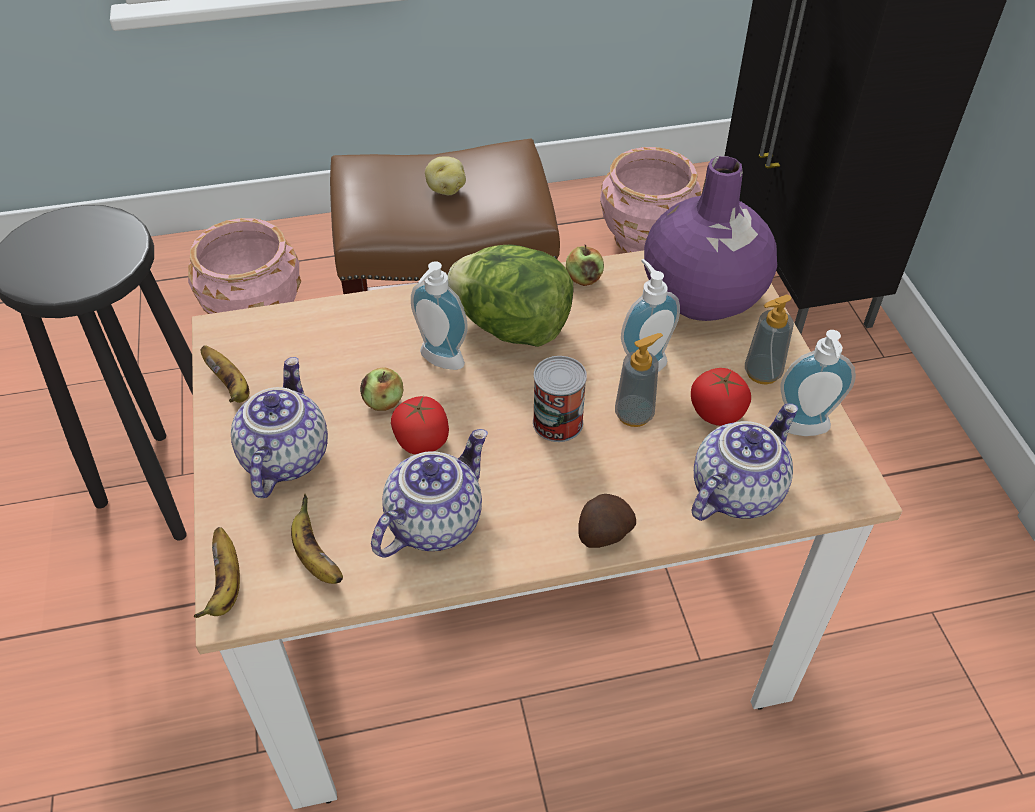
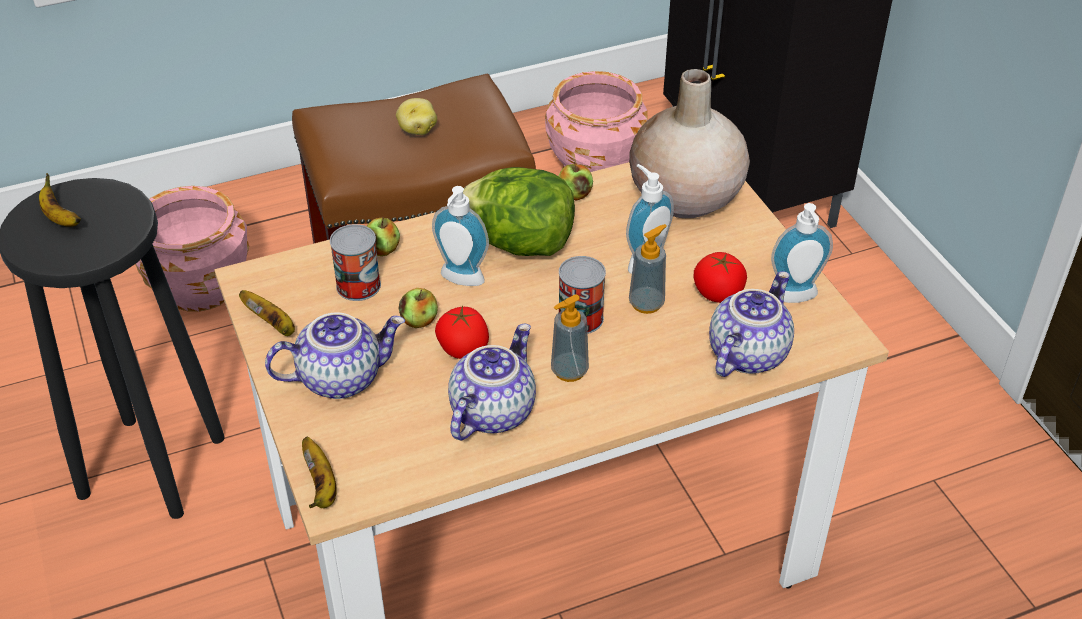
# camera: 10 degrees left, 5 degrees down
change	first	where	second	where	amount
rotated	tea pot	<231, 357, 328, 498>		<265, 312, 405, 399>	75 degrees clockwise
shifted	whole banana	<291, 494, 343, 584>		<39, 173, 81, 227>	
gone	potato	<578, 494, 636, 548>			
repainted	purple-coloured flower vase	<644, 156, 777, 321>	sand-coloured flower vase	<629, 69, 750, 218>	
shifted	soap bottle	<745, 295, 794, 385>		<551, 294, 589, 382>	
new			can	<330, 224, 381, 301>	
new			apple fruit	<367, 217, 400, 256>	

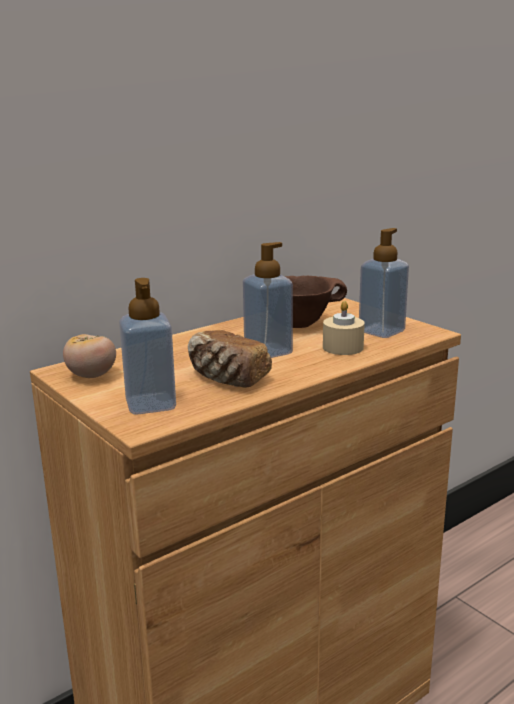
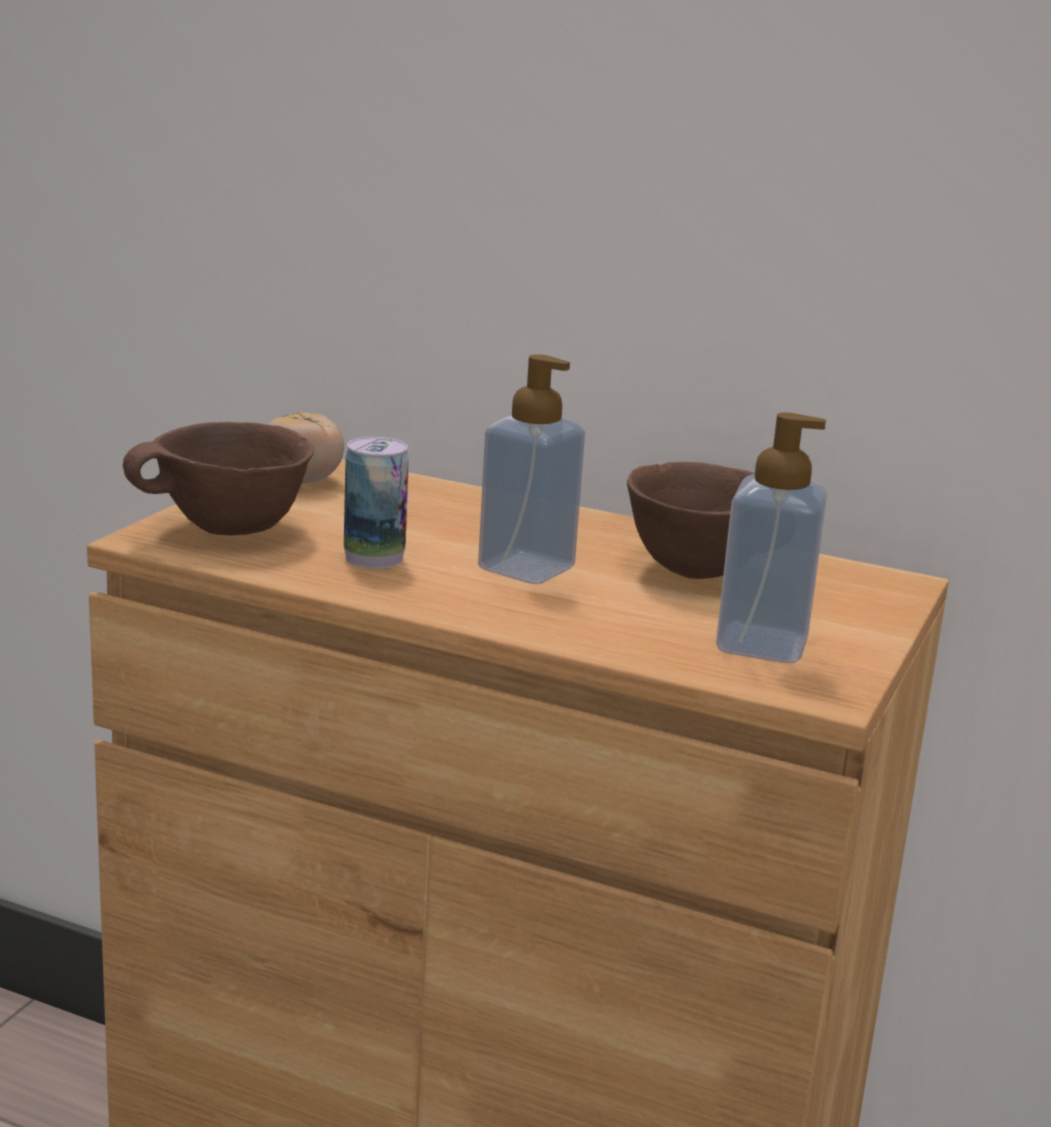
# camera: 60 degrees right, 0 degrees up
change	first	where	second	where	amount
swapped	soap bottle	<119, 278, 176, 415>	brown bowl	<123, 422, 314, 536>	
swapped	bakery bread	<188, 330, 272, 388>	can	<344, 437, 409, 569>	
gone	sand-coloured wax light	<323, 301, 365, 355>			

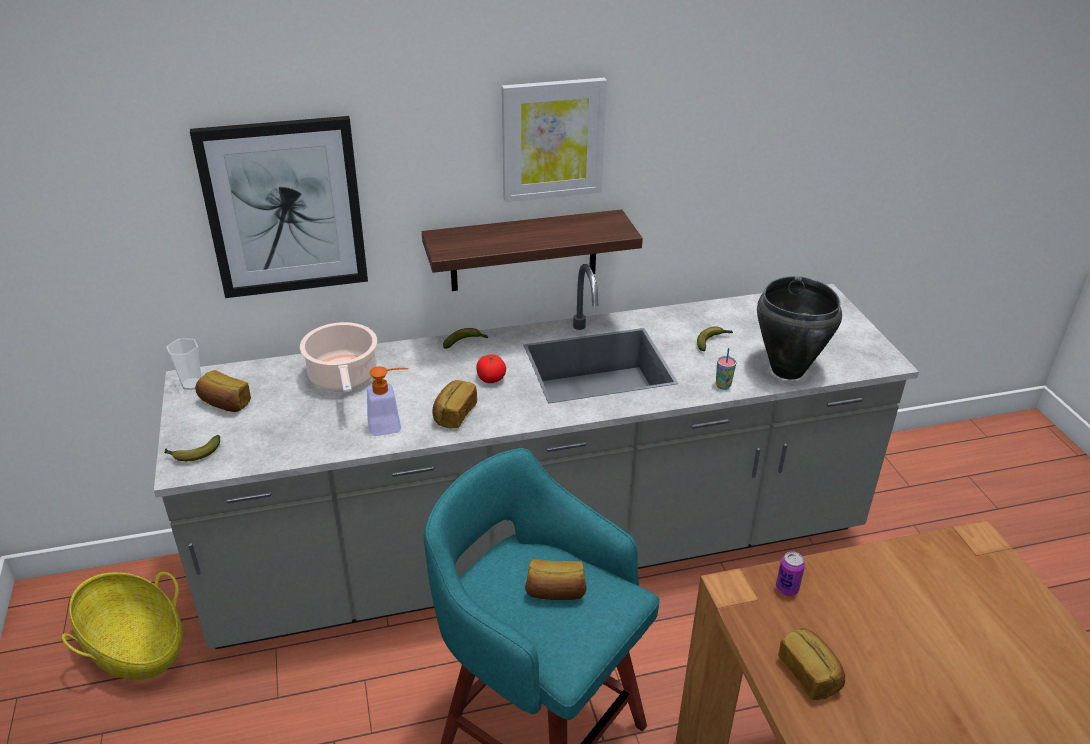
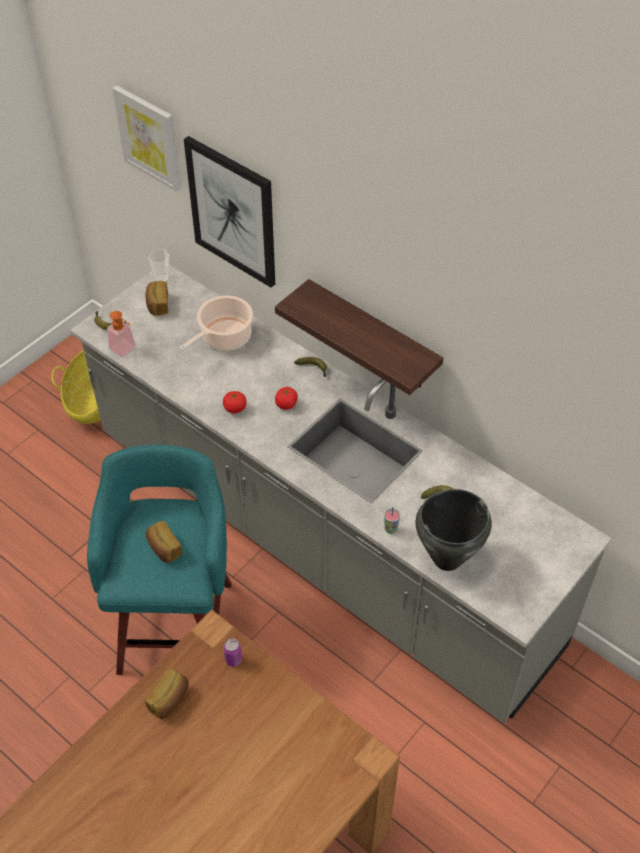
# camera: 55 degrees right, 15 degrees up
change	first	where	second	where	amount
shifted	soap bottle	<367, 366, 409, 436>		<107, 311, 136, 357>	
swapped	bakery bread	<432, 380, 477, 428>	fresh tomato	<223, 391, 246, 413>	
shifted	wall picture	<502, 78, 607, 202>		<112, 86, 181, 192>	

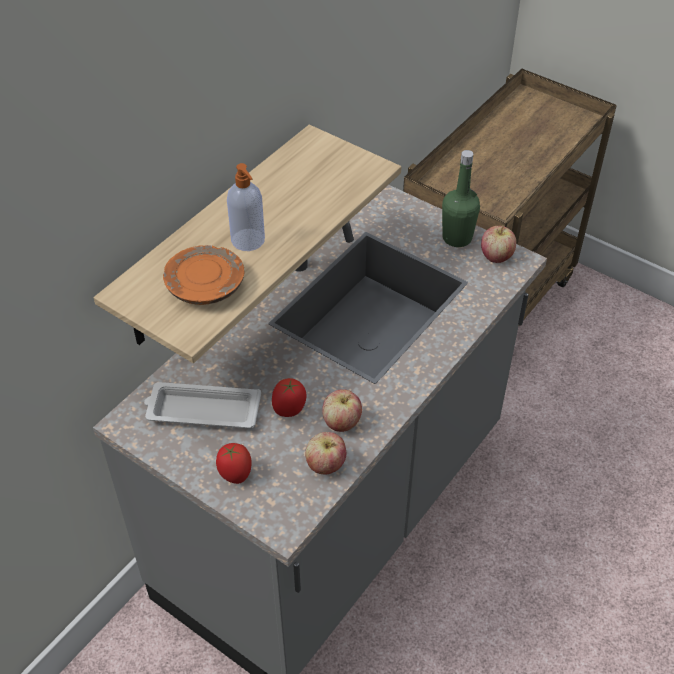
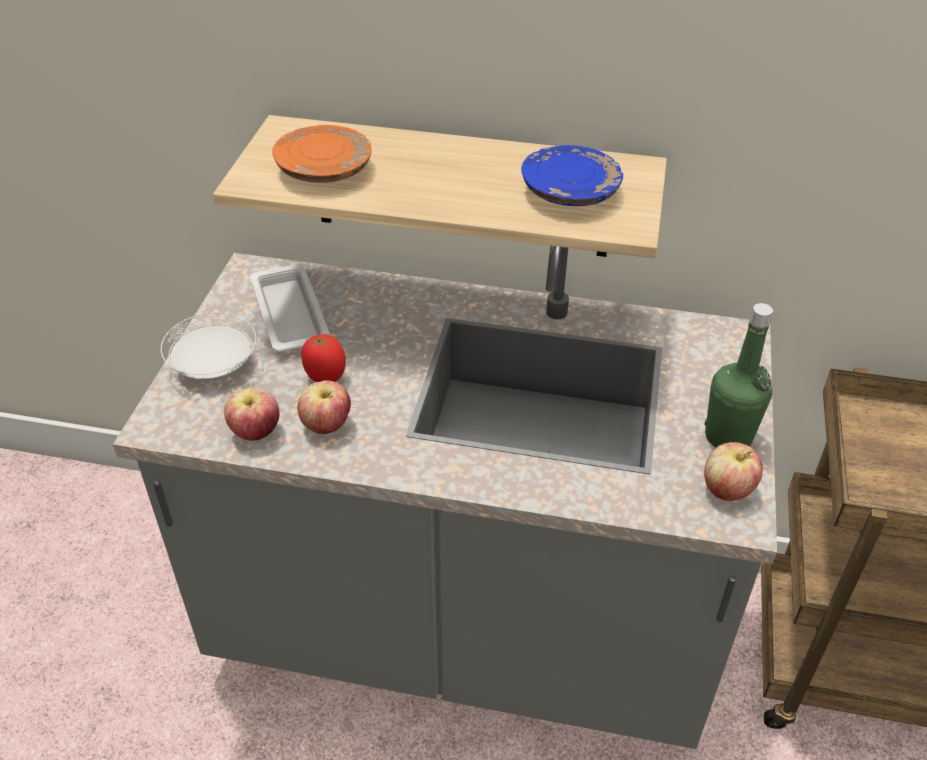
# camera: 65 degrees right, 5 degrees down
change	first	where	second	where	amount
swapped	fresh tomato	<216, 443, 252, 484>	white dinner plate	<161, 313, 256, 379>	
gone	soap bottle	<227, 163, 265, 251>			
new			blue-coloured dinner plate	<521, 145, 623, 206>	

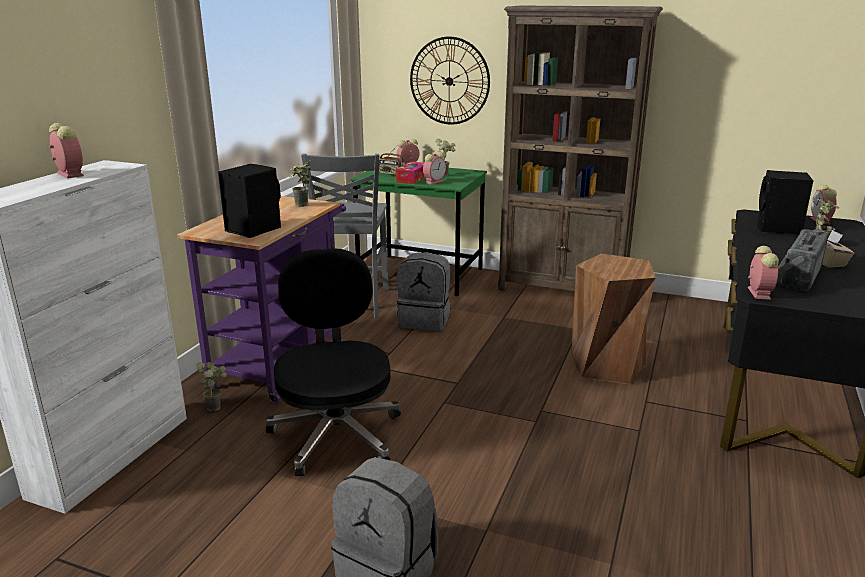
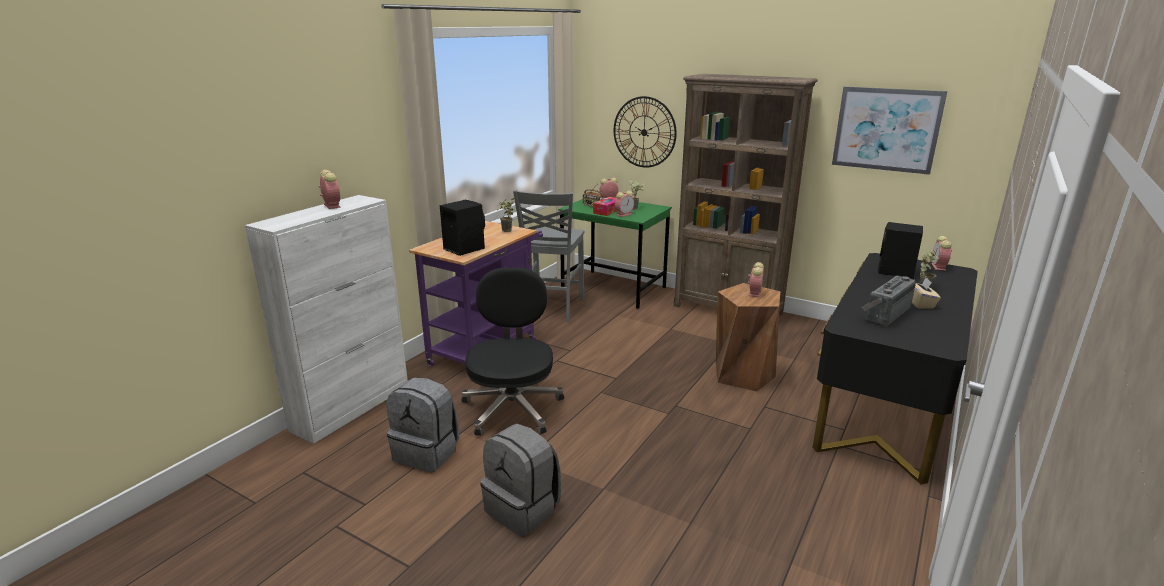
# camera: 10 degrees right, 0 degrees up
change	first	where	second	where	amount
gone	plant in a pot	<196, 362, 227, 412>			
shifted	greyish knapsack	<397, 252, 450, 332>		<387, 377, 459, 473>	
shifted	bedside clock	<748, 246, 779, 300>		<748, 262, 764, 297>	
new			wall picture	<832, 87, 947, 175>	

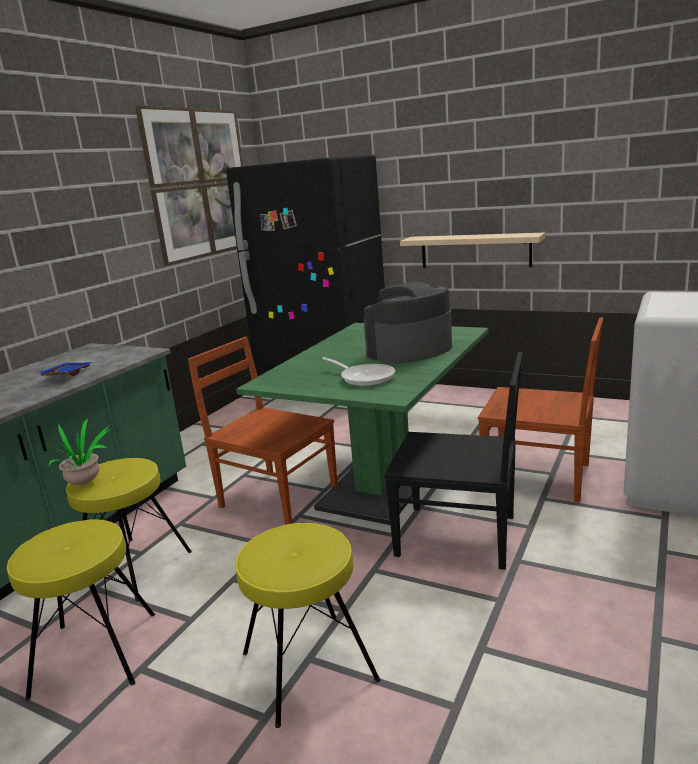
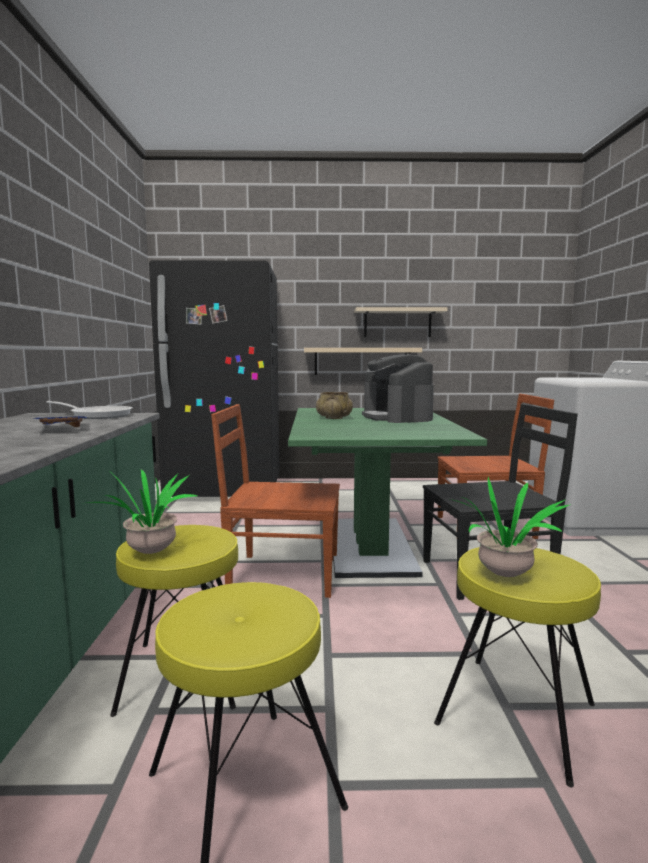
# camera: 30 degrees left, 10 degrees down
change	first	where	second	where	amount
gone	wall picture	<135, 105, 243, 266>			
shifted	pan	<322, 357, 395, 386>		<46, 401, 132, 419>	
rotated	coffee brewer	<364, 282, 452, 364>		<362, 354, 434, 423>	45 degrees counterclockwise
new			sand-coloured bowl	<316, 392, 353, 419>	
new			sand-coloured shelf	<354, 307, 448, 337>	
new			plant in a pot	<450, 477, 571, 577>	

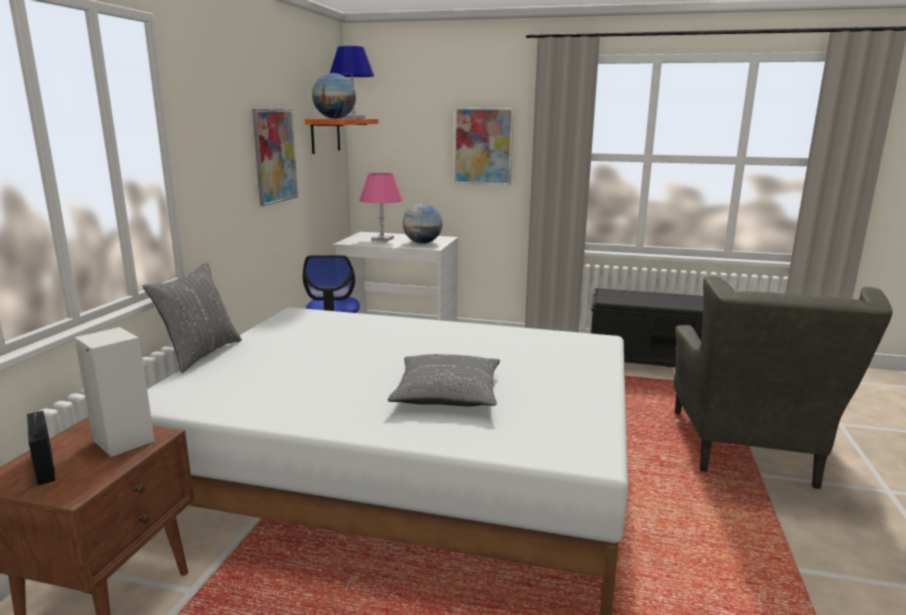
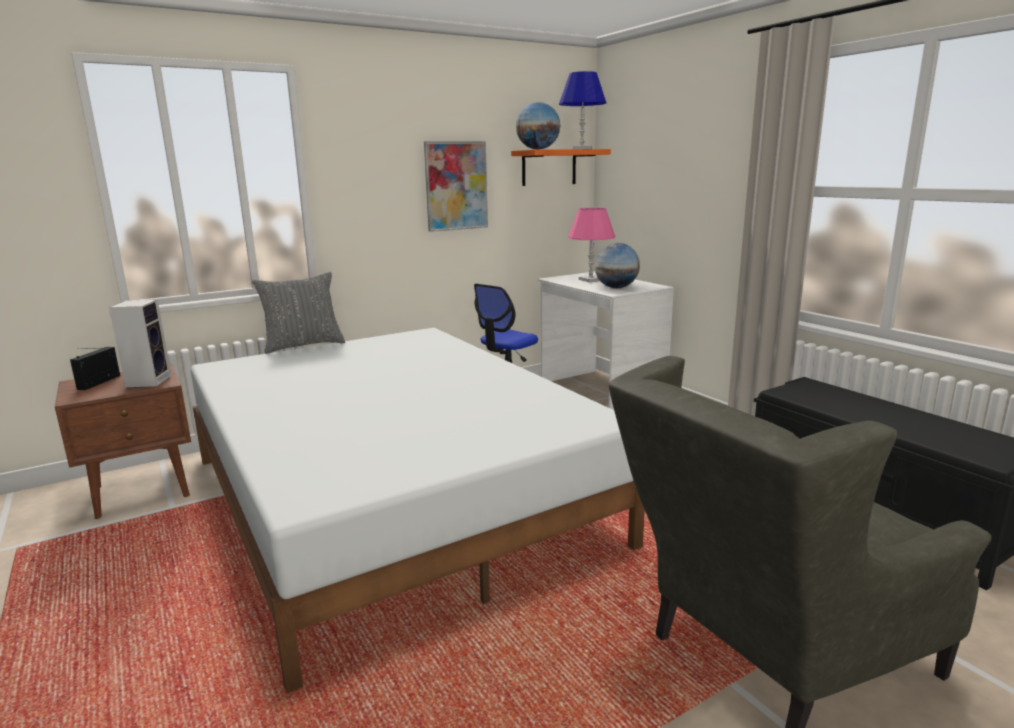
# camera: 45 degrees right, 0 degrees up
change	first	where	second	where	amount
gone	greyish throw pillow	<388, 354, 500, 407>			
gone	wall picture	<454, 107, 514, 185>			

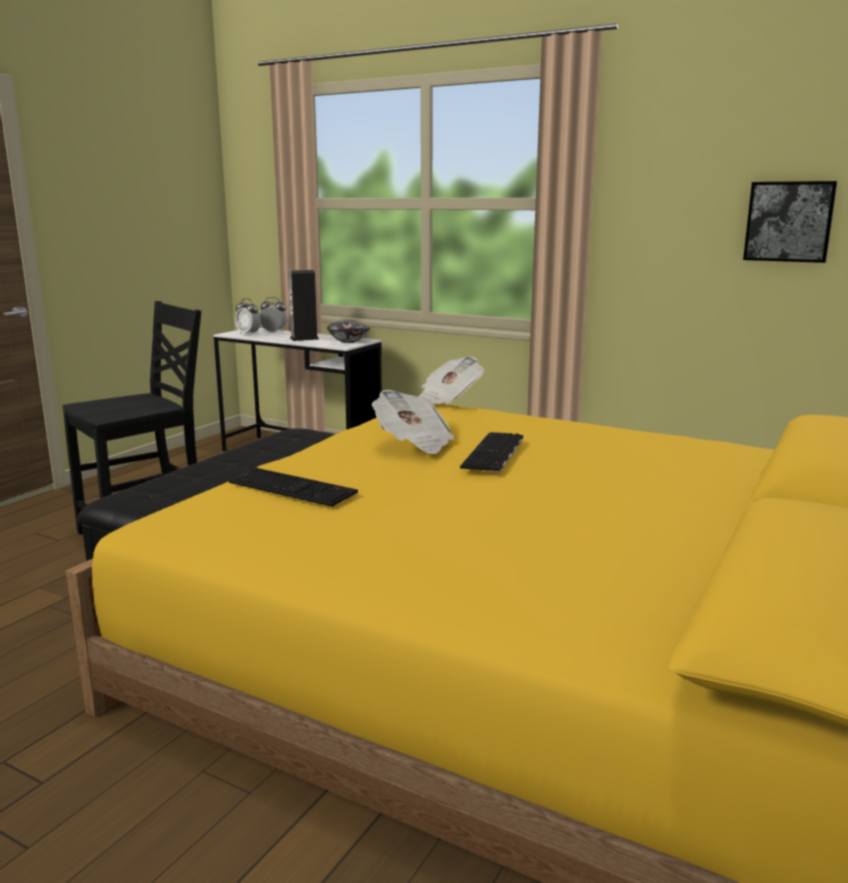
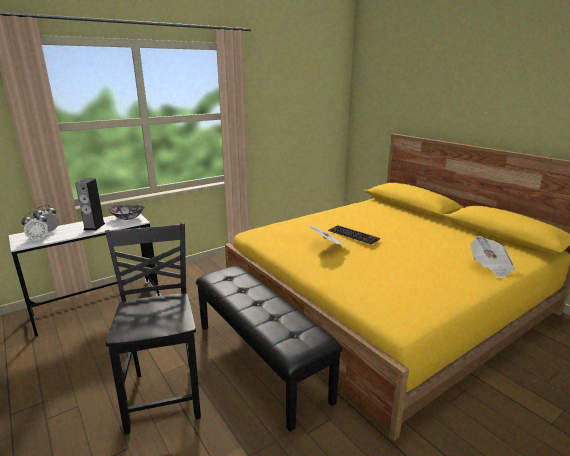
# camera: 65 degrees left, 5 degrees up
change	first	where	second	where	amount
gone	keyboard	<229, 468, 358, 507>			
shifted	printed paper	<418, 356, 484, 404>		<470, 236, 515, 278>	
gone	wall picture	<743, 181, 837, 263>			

